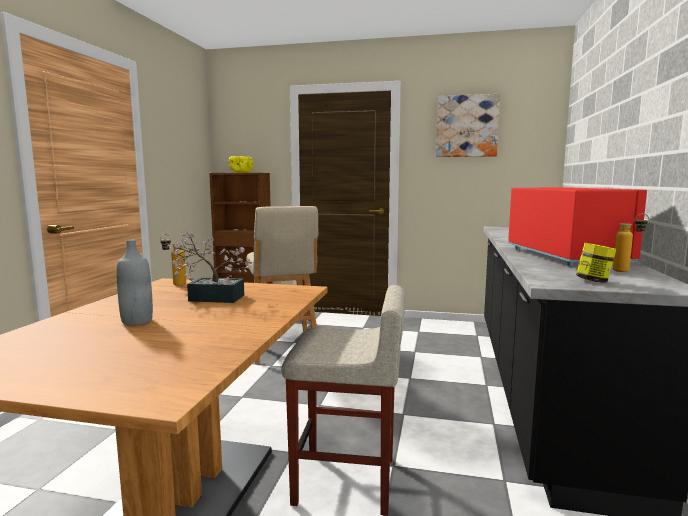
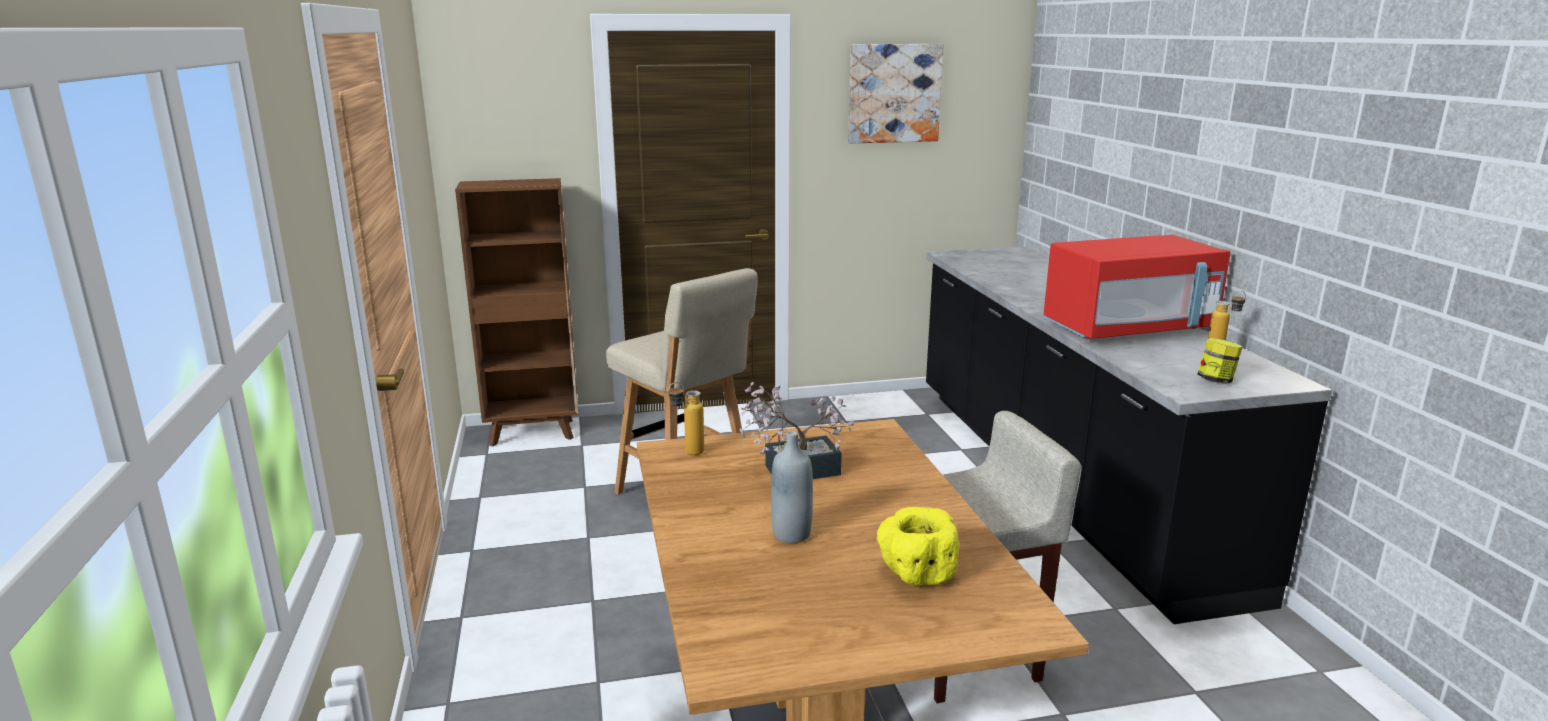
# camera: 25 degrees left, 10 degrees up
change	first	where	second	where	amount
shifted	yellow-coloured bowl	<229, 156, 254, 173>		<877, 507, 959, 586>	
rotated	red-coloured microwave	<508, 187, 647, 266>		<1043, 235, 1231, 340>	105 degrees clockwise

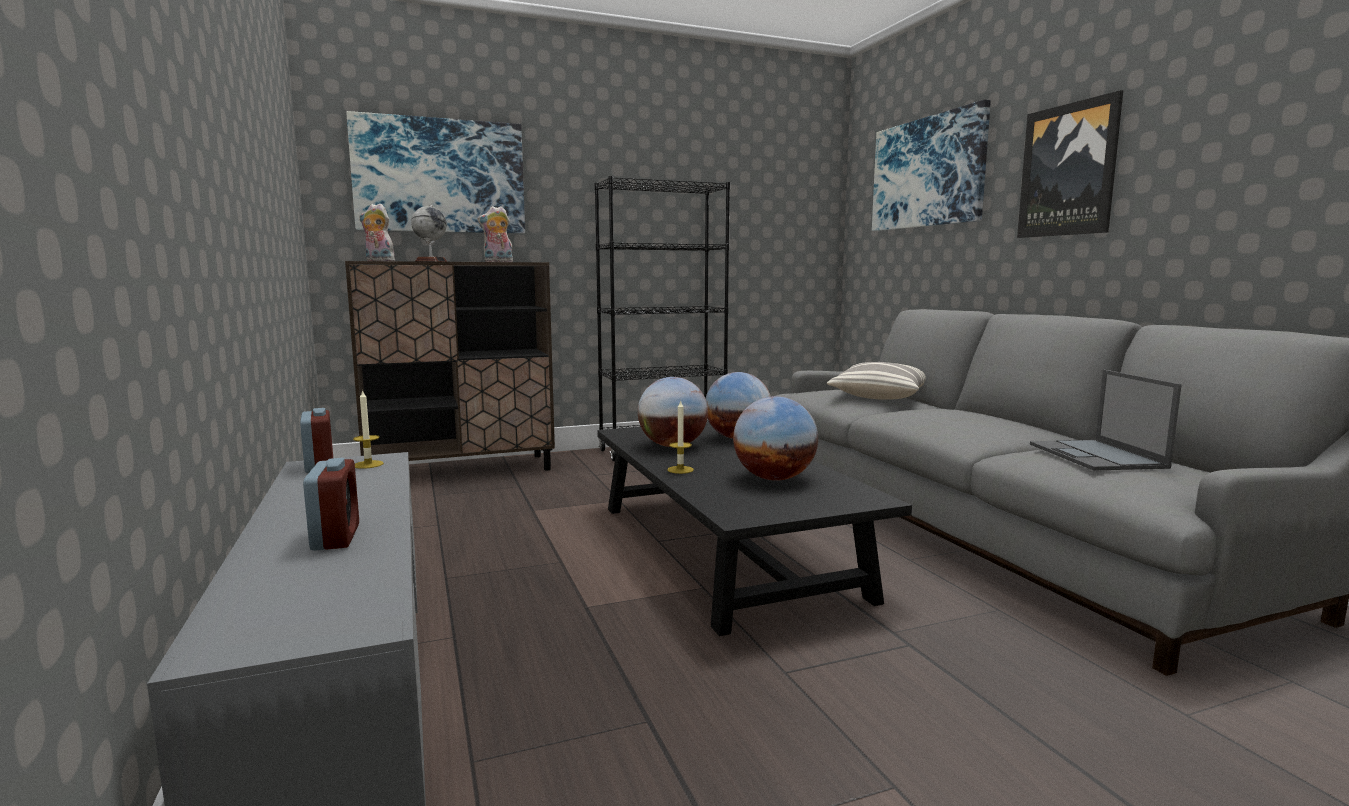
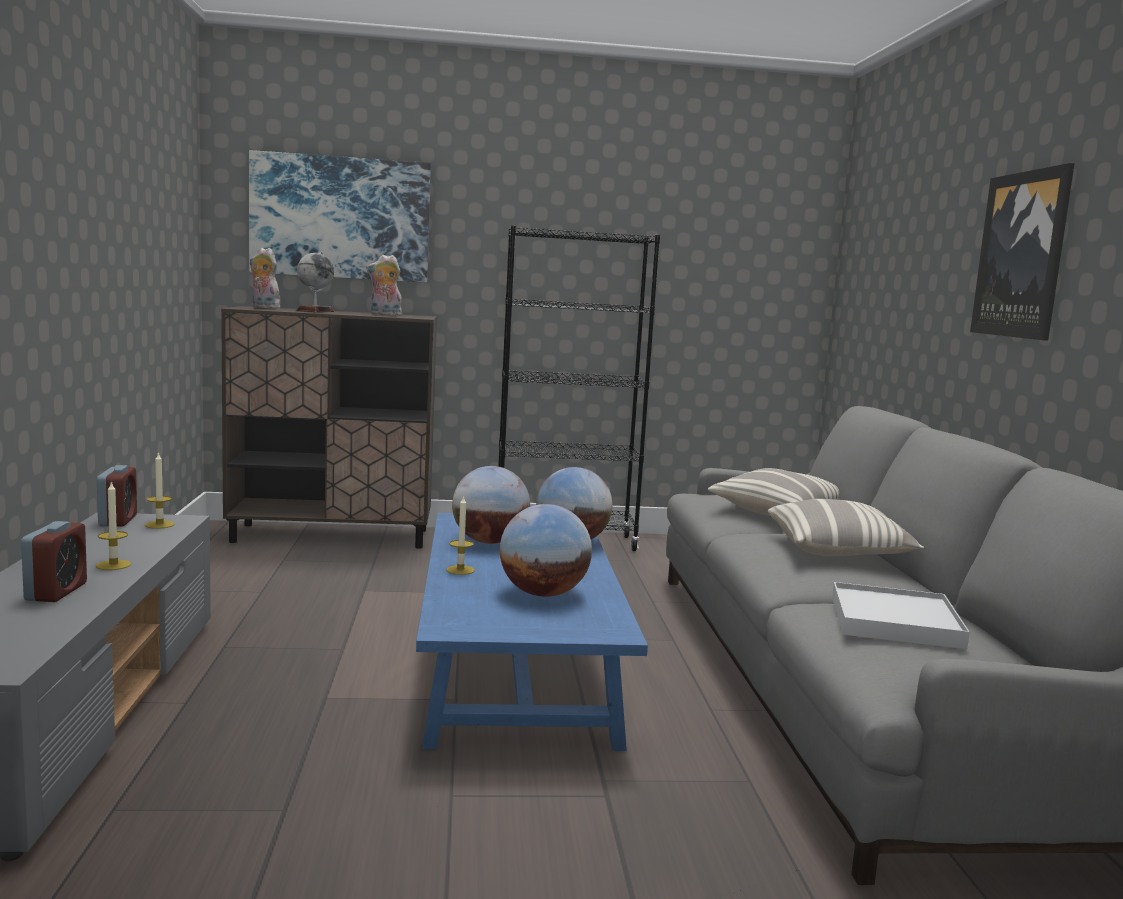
# camera: 15 degrees right, 0 degrees up
change	first	where	second	where	amount
repainted	black low table	<597, 421, 912, 636>	blue-coloured low table	<416, 513, 648, 751>	
gone	wall picture	<872, 99, 991, 231>			
swapped	laptop	<1030, 370, 1182, 470>	white serving tray	<832, 582, 970, 649>	
new			wax light	<96, 481, 131, 570>	
new			throw pillow	<768, 499, 924, 556>	

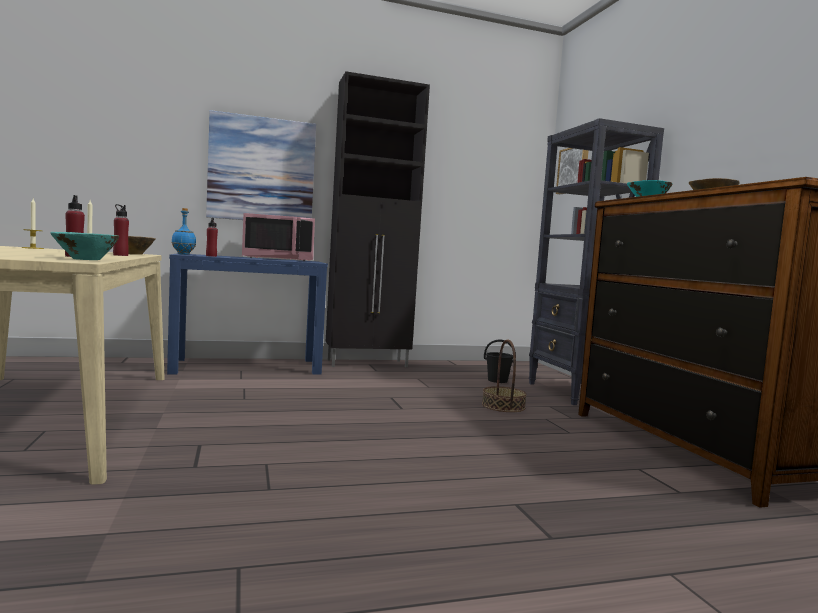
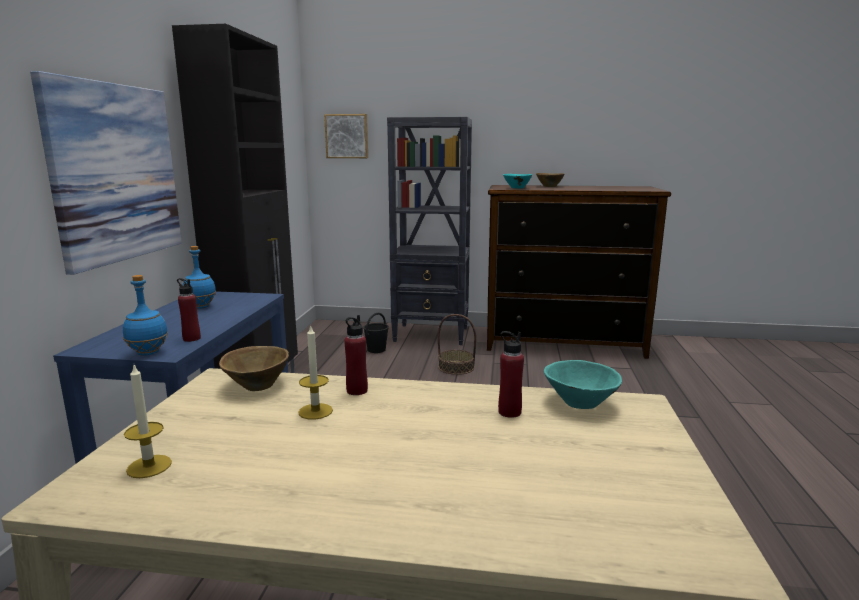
# camera: 65 degrees left, 10 degrees up
change	first	where	second	where	amount
swapped	pink-coloured microwave	<242, 213, 315, 261>	blue-coloured drink bottle	<183, 246, 216, 309>	

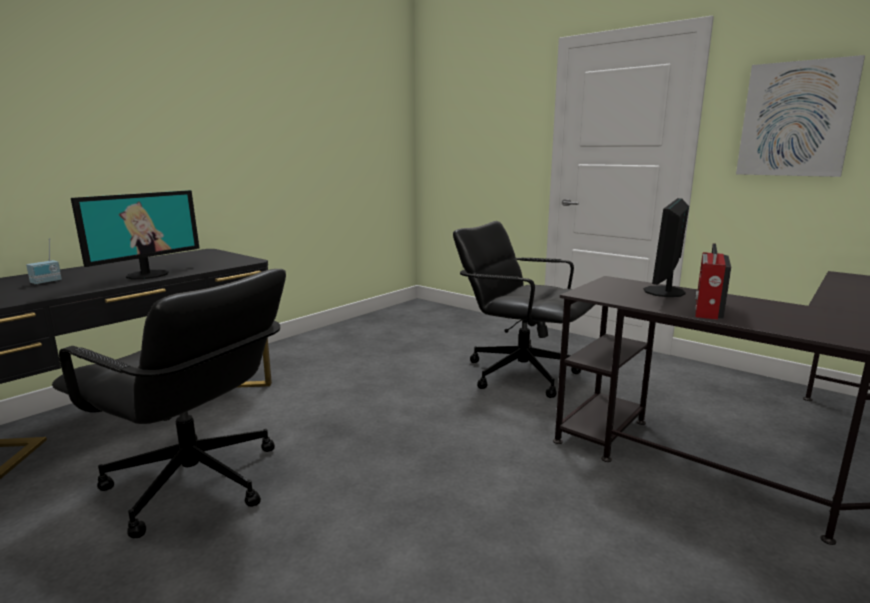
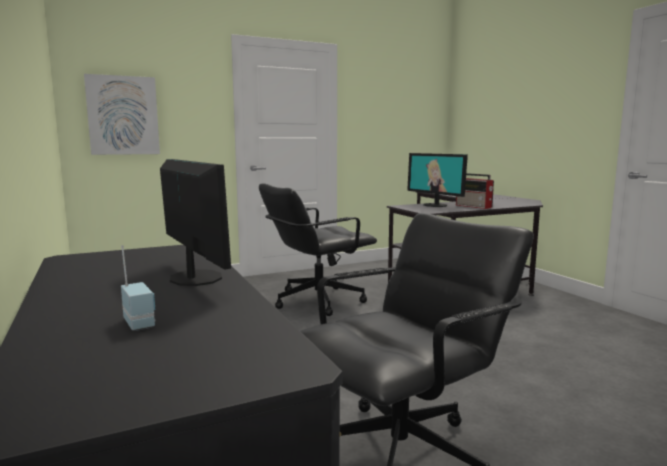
# camera: 65 degrees left, 5 degrees down
change	first	where	second	where	amount
shifted	wall picture	<736, 55, 865, 177>		<84, 74, 160, 155>	

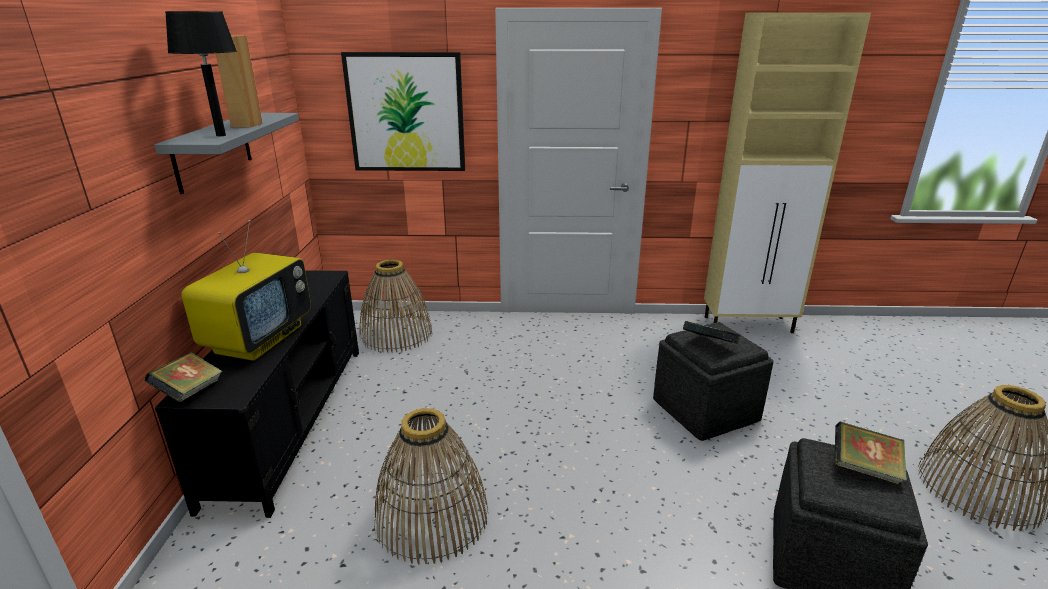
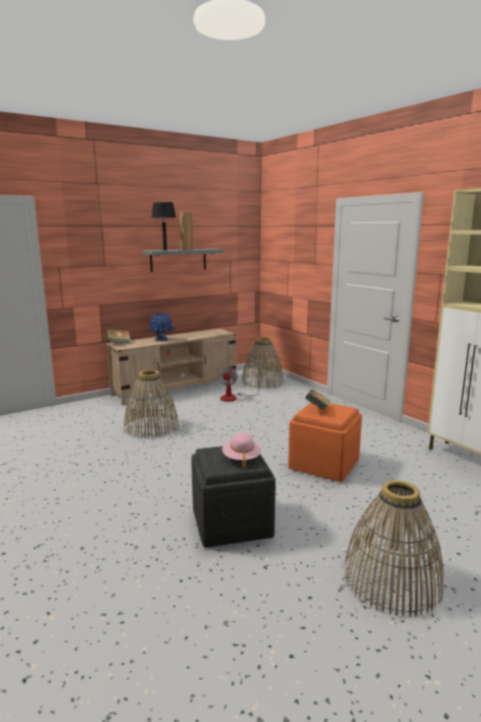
# camera: 55 degrees right, 10 degrees down
change	first	where	second	where	amount
repainted	black tv unit	<155, 270, 359, 518>	sand-coloured tv unit	<106, 329, 236, 405>	
swapped	TV	<181, 220, 311, 361>	blue-coloured flower vase	<147, 313, 175, 341>	
gone	wall picture	<341, 52, 465, 171>			
repainted	greyish footrest	<653, 322, 774, 441>	orangey footrest	<288, 403, 362, 482>	
swapped	volume	<834, 422, 907, 485>	pink-coloured wearable hat	<222, 432, 261, 468>	
new			electric fan	<217, 366, 261, 402>	

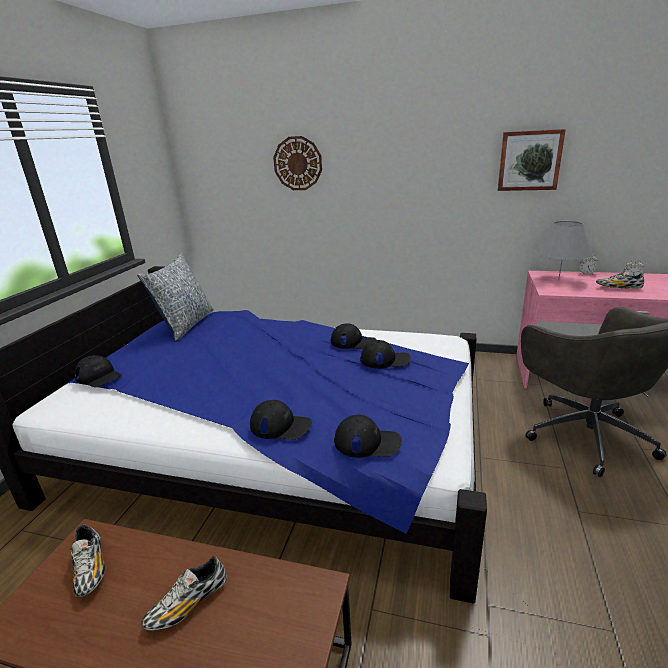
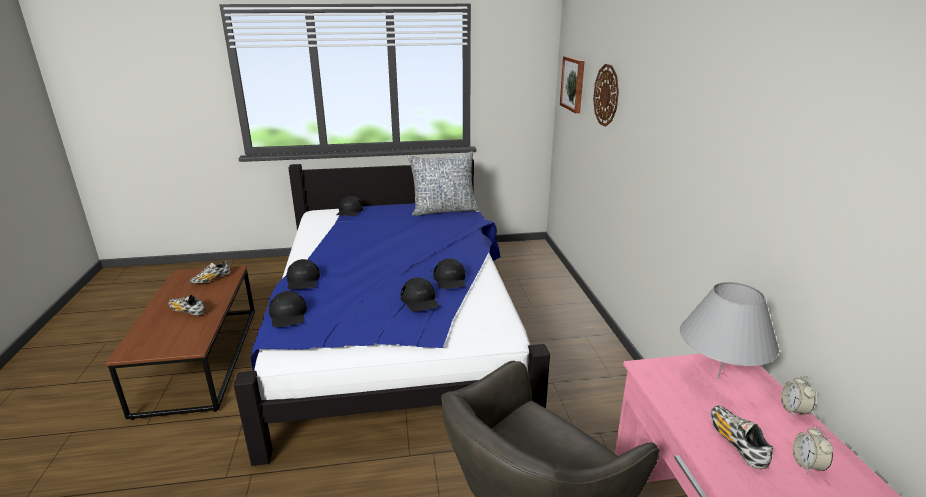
# camera: 65 degrees right, 0 degrees up
change	first	where	second	where	amount
shifted	wall picture	<498, 129, 566, 191>		<560, 56, 585, 113>	

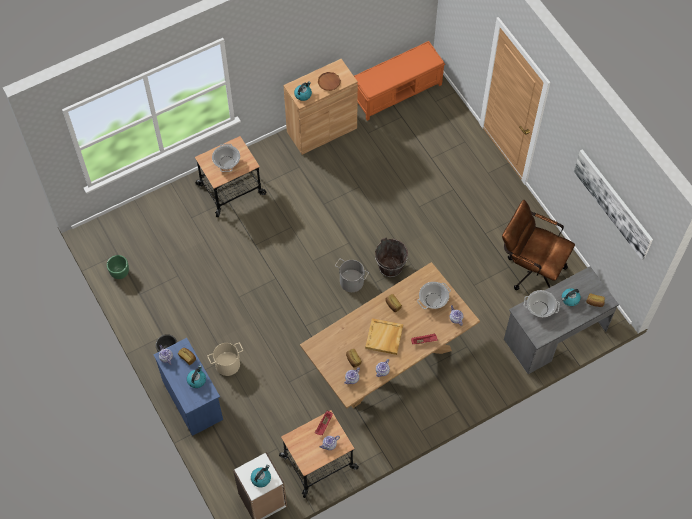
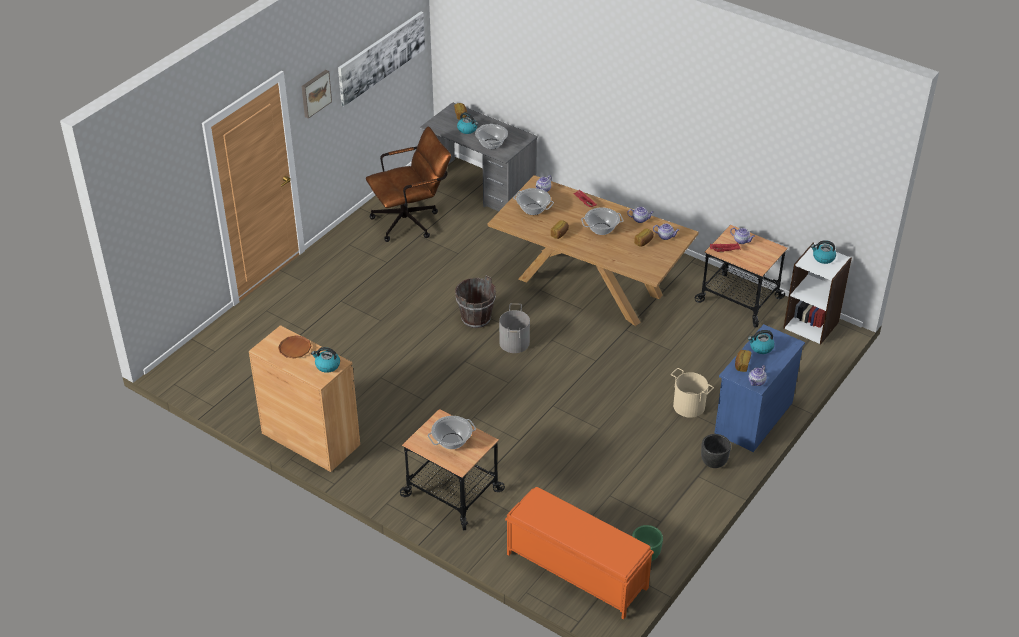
# camera: 115 degrees left, 20 degrees down
change	first	where	second	where	amount
shifted	orangey long seat	<354, 41, 445, 121>		<505, 487, 654, 620>	
swapped	sand-coloured serving tray	<365, 318, 403, 355>	saucepot	<581, 207, 624, 235>	
rotated	brown computer chair	<502, 200, 575, 290>		<366, 127, 451, 242>	120 degrees counterclockwise
new			wall picture	<302, 70, 332, 118>	

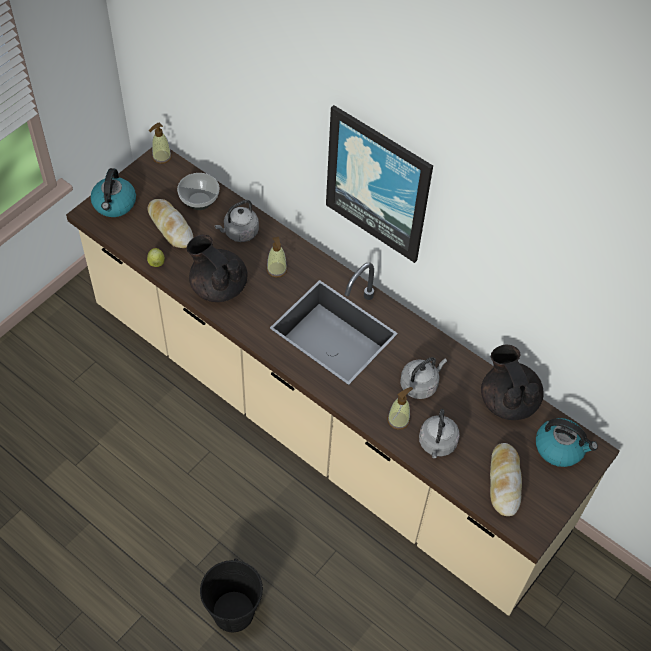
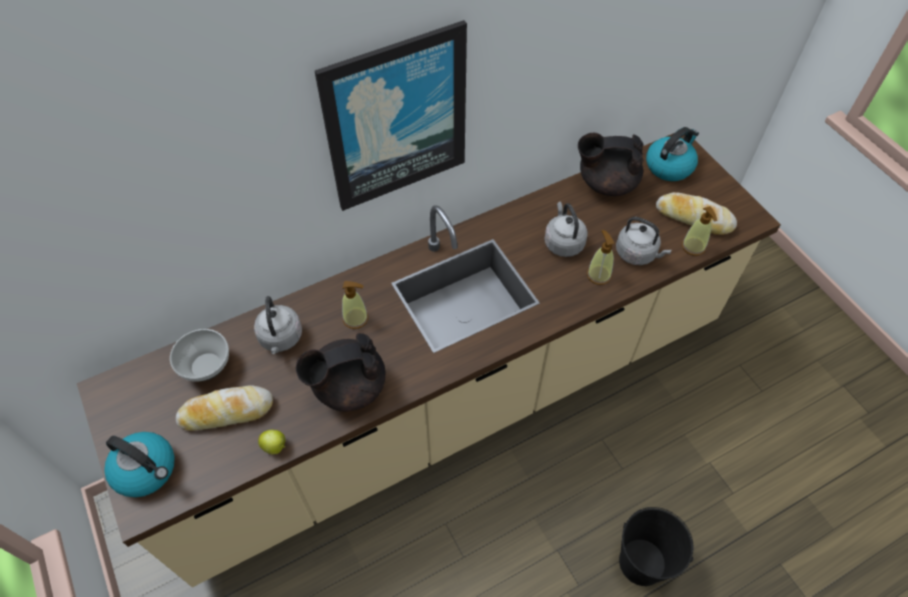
# camera: 65 degrees left, 0 degrees up
change	first	where	second	where	amount
shifted	soap bottle	<149, 123, 172, 164>		<682, 206, 717, 256>	

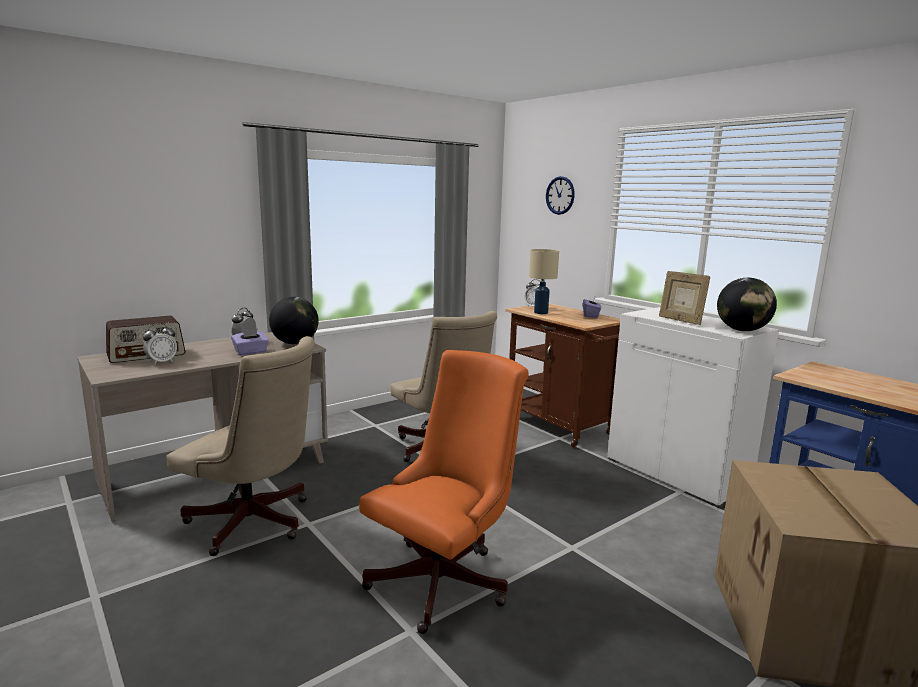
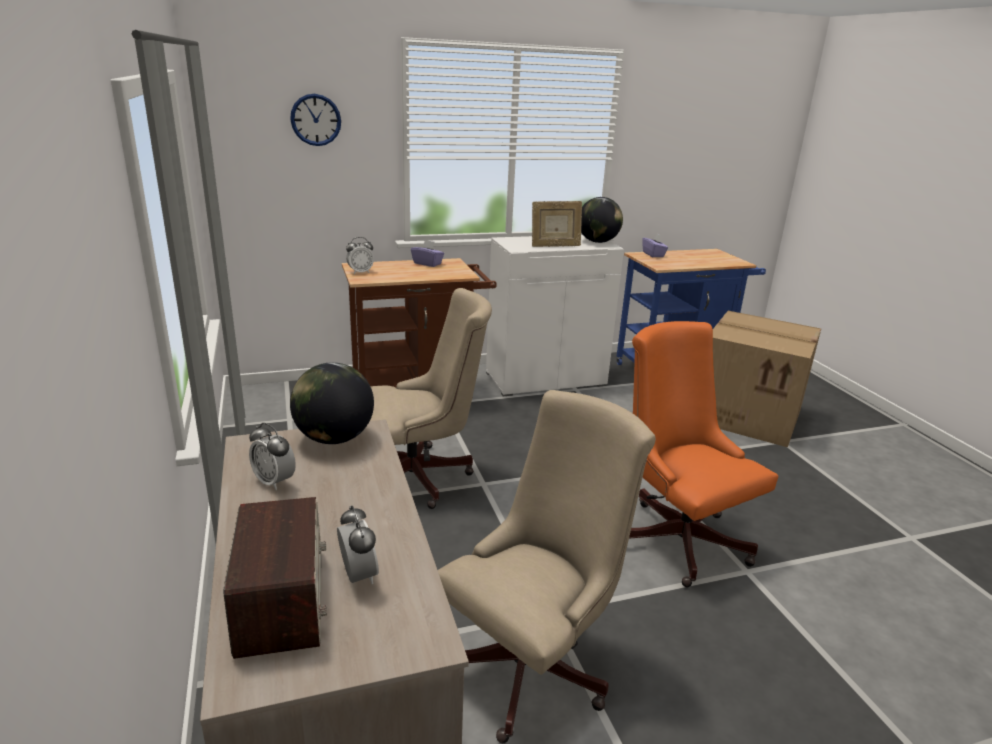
# camera: 70 degrees left, 10 degrees up
change	first	where	second	where	amount
shifted	purple-coloured box of tissues	<231, 328, 269, 355>		<642, 234, 668, 257>	
gone	sand-coloured table lamp	<529, 249, 559, 314>			

